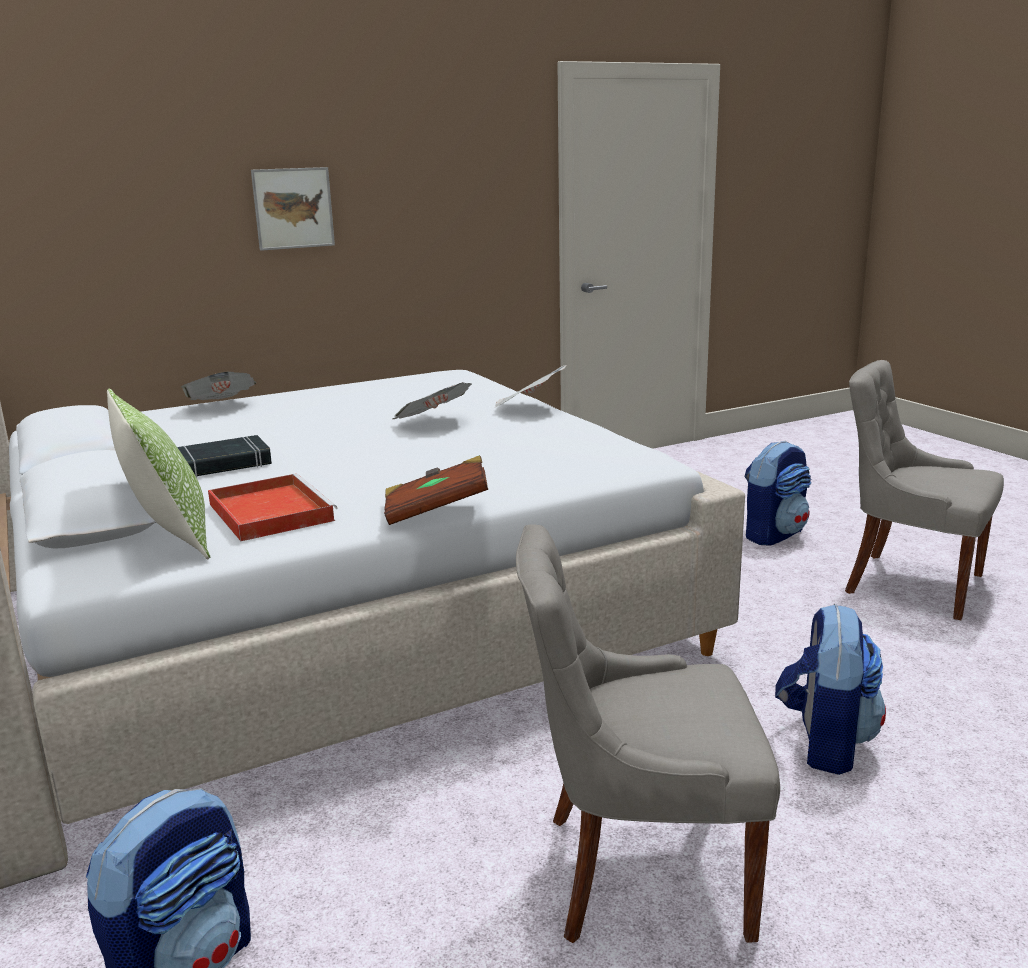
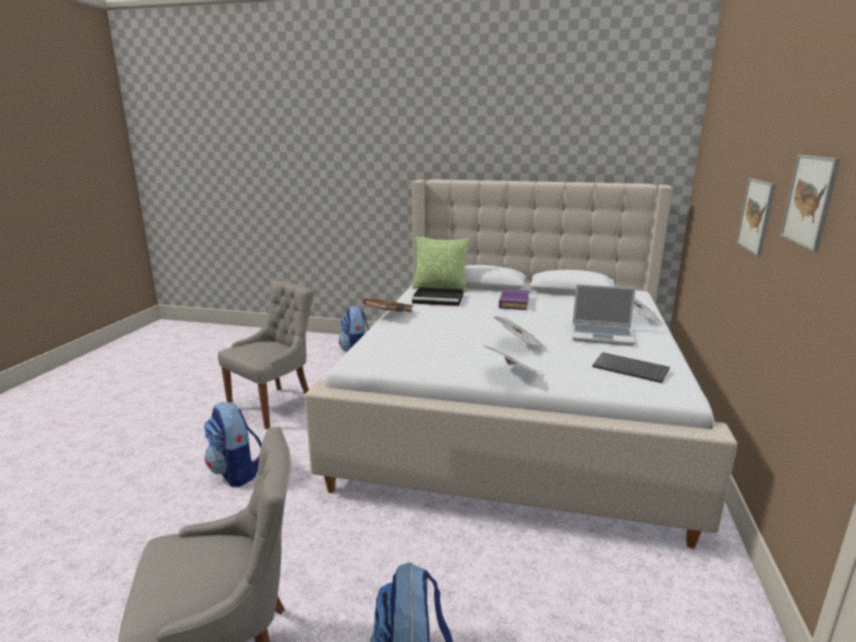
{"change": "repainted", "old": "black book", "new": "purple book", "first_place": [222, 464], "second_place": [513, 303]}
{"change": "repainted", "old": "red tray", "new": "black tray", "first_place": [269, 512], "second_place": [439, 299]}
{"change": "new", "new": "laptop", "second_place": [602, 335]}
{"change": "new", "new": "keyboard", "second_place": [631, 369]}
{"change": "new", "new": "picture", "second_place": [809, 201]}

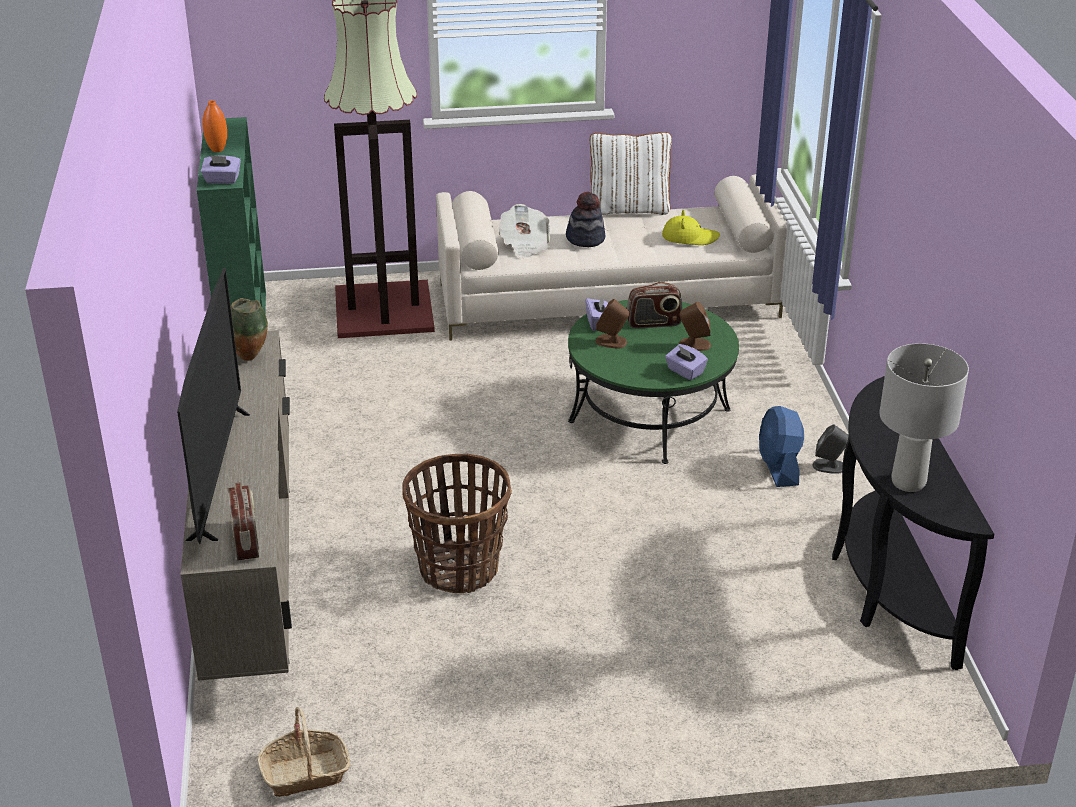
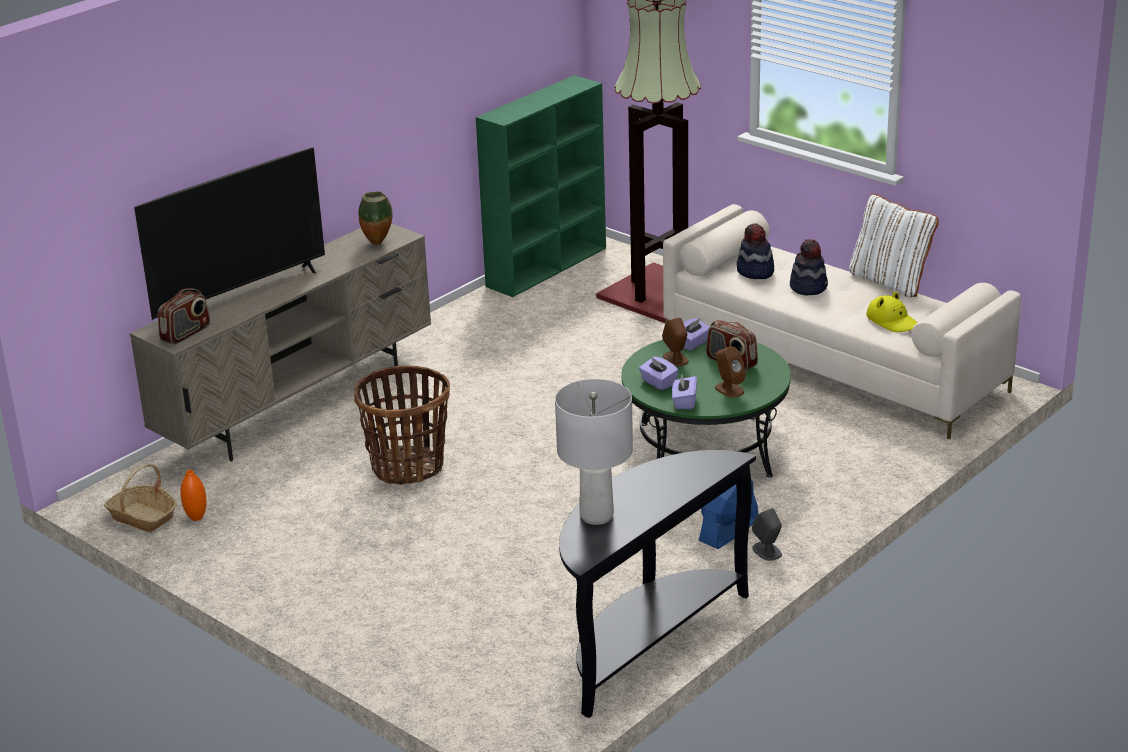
{"change": "shifted", "old": "purple tissue box", "first_place": [222, 180], "second_place": [658, 383]}
{"change": "shifted", "old": "orange vase", "first_place": [217, 150], "second_place": [196, 517]}
{"change": "swapped", "old": "newspaper", "new": "hat", "first_place": [524, 244], "second_place": [755, 272]}

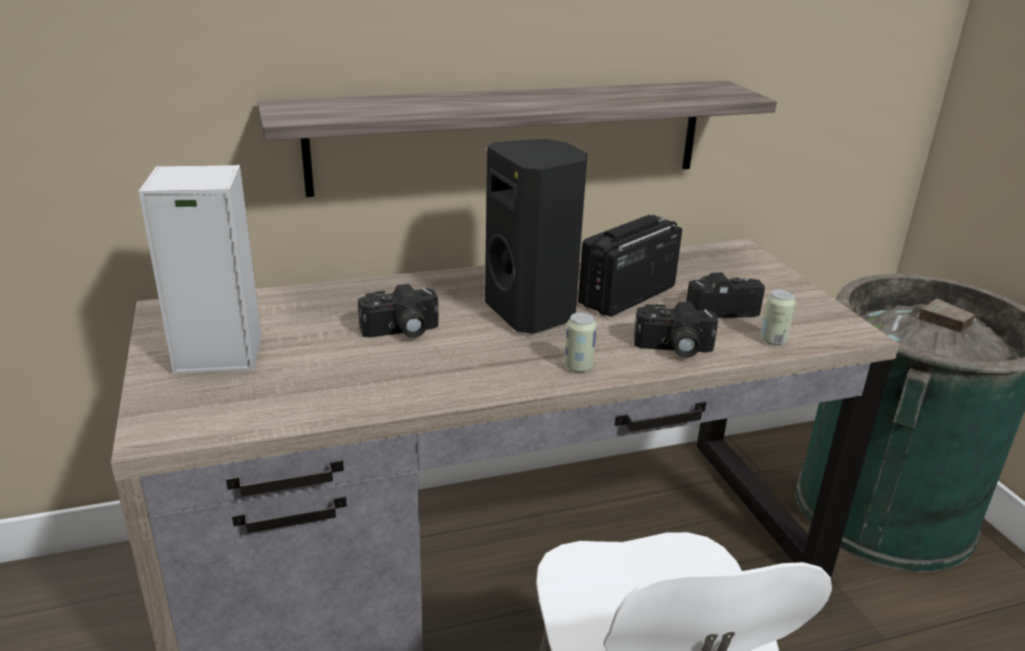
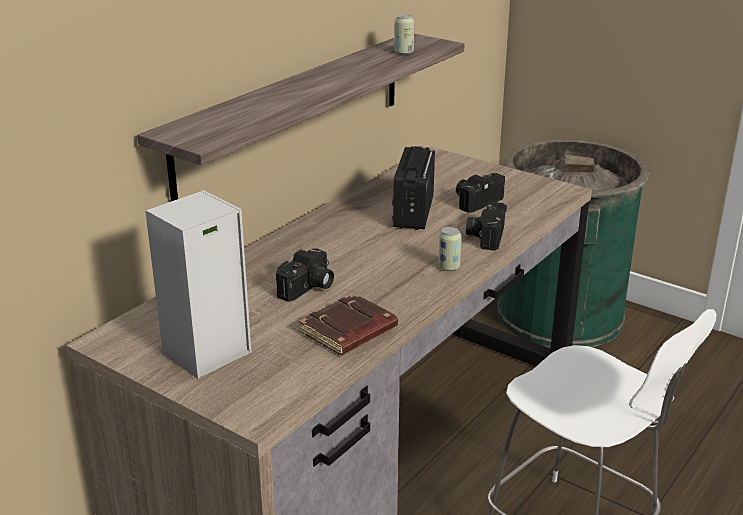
{"change": "gone", "old": "black speaker", "first_place": [533, 313]}
{"change": "rotated", "old": "photo camera", "first_place": [673, 349], "second_place": [485, 236], "degrees": 135}
{"change": "shifted", "old": "can", "first_place": [773, 340], "second_place": [403, 52]}
{"change": "new", "new": "brown book", "second_place": [349, 332]}

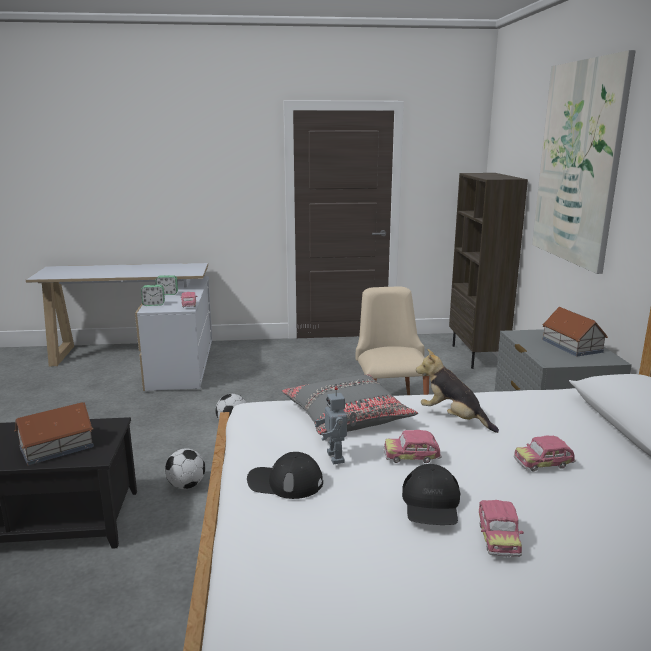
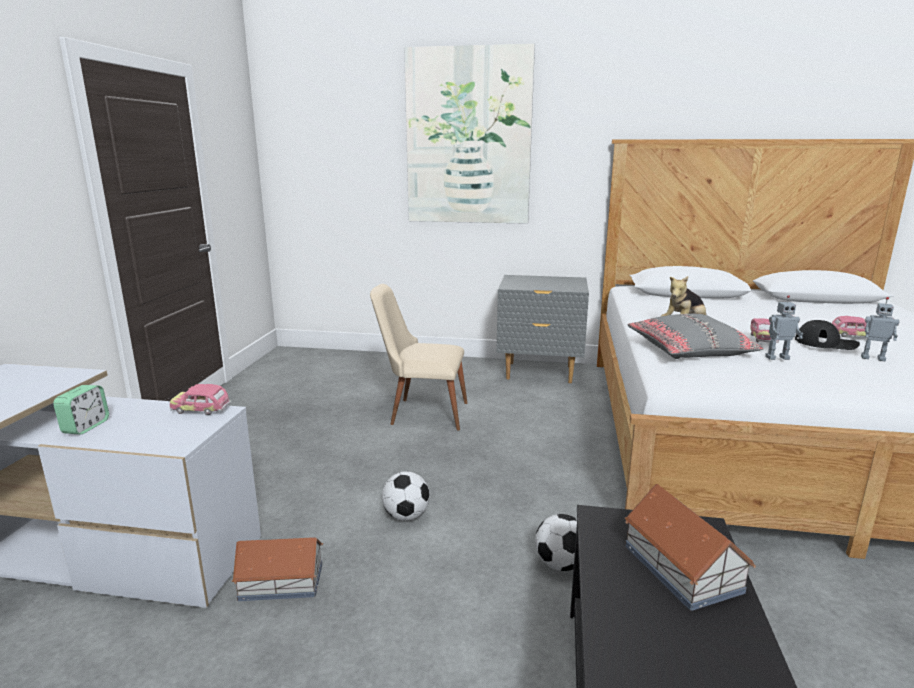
{"change": "gone", "old": "alarm clock", "first_place": [153, 304]}
{"change": "gone", "old": "black cap", "first_place": [285, 482]}
{"change": "gone", "old": "brown bookcase", "first_place": [477, 356]}
{"change": "gone", "old": "toy car", "first_place": [543, 464]}
{"change": "shifted", "old": "toy house", "first_place": [571, 345], "second_place": [280, 581]}
{"change": "new", "new": "toy robot", "second_place": [873, 358]}

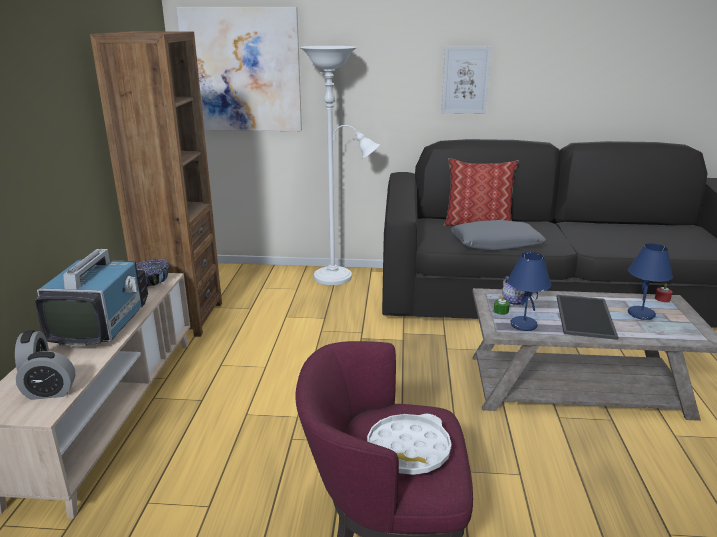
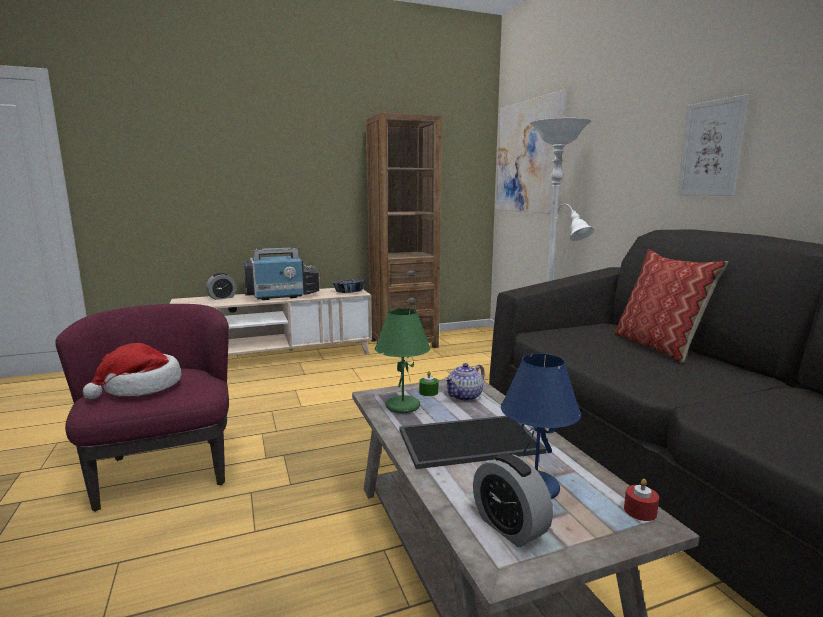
{"change": "shifted", "old": "alarm clock", "first_place": [50, 393], "second_place": [509, 527]}
{"change": "swapped", "old": "white tray", "new": "hat", "first_place": [408, 450], "second_place": [141, 387]}
{"change": "gone", "old": "grey pillow", "first_place": [496, 244]}
{"change": "repainted", "old": "blue table lamp", "new": "green table lamp", "first_place": [523, 325], "second_place": [402, 406]}

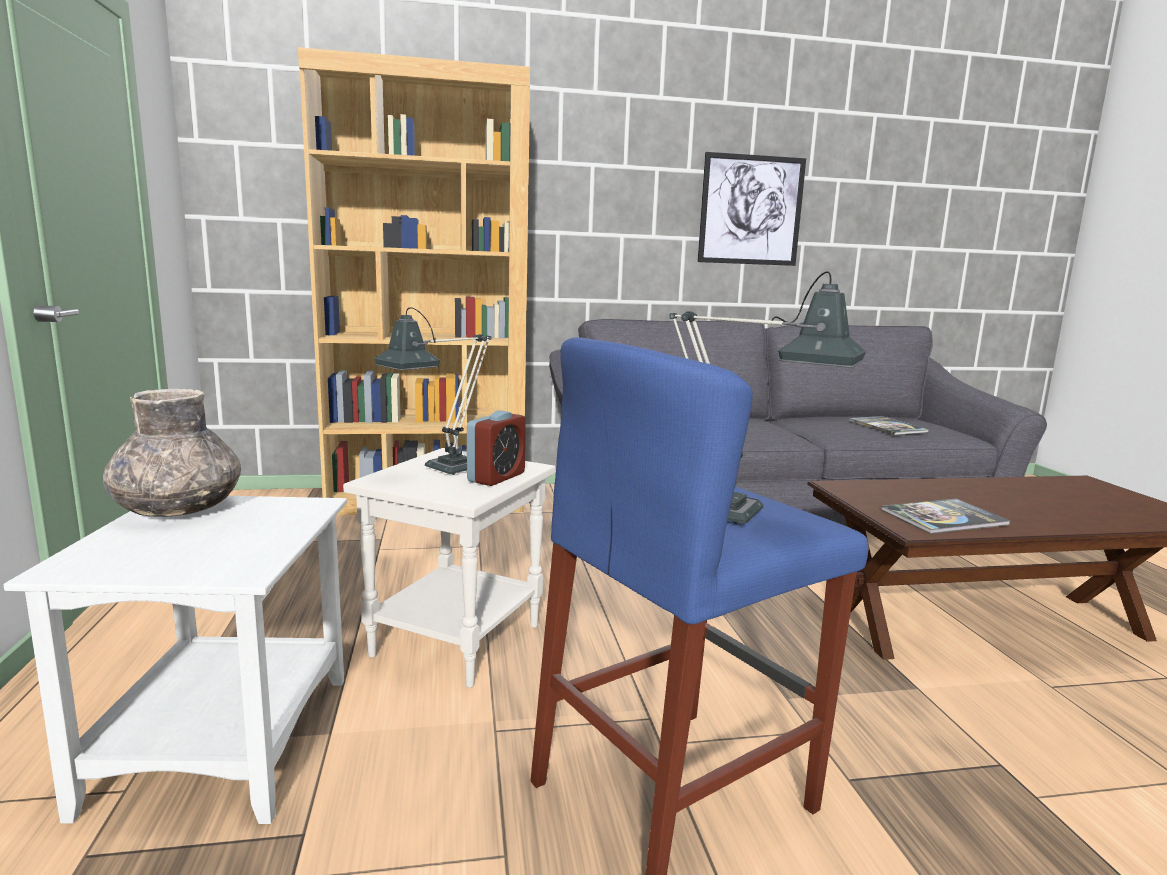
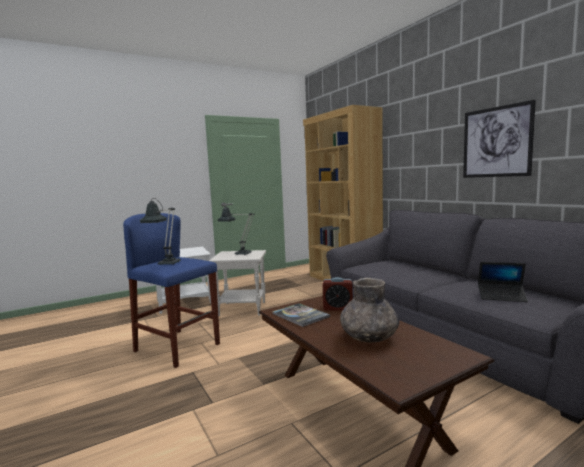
{"change": "shifted", "old": "grey vase", "first_place": [178, 510], "second_place": [369, 337]}
{"change": "shifted", "old": "alarm clock", "first_place": [496, 477], "second_place": [338, 308]}
{"change": "swapped", "old": "book", "new": "laptop", "first_place": [887, 427], "second_place": [501, 296]}

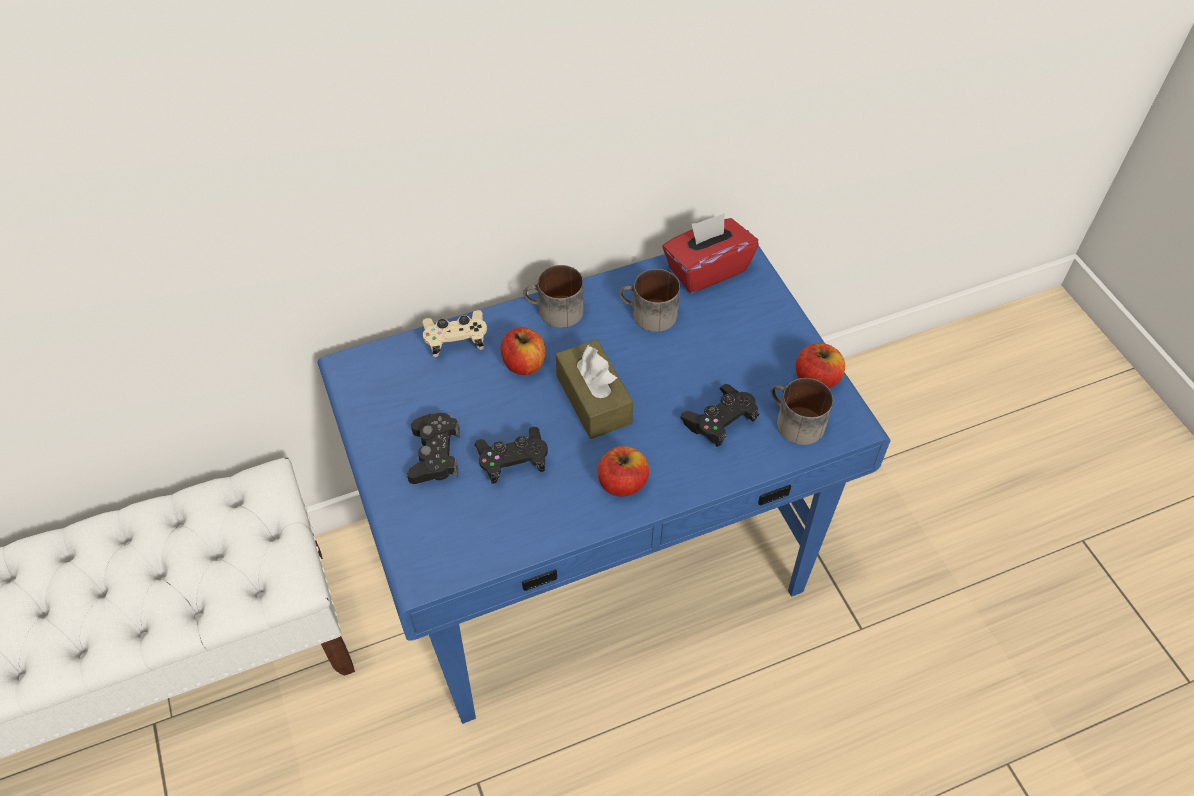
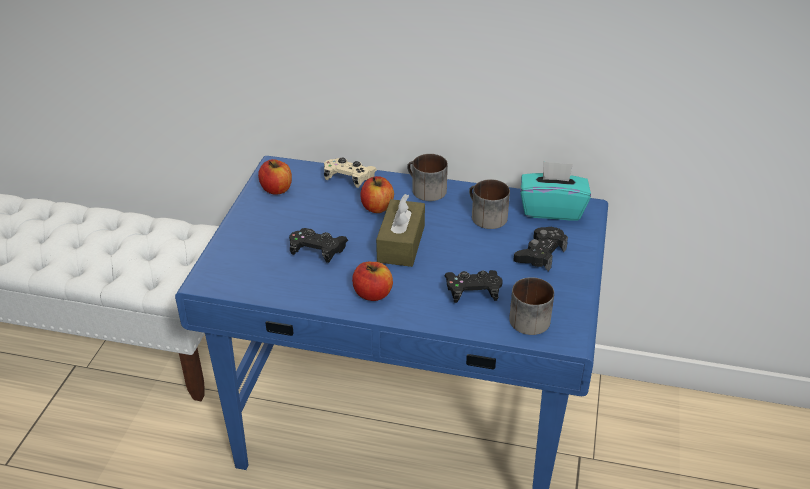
{"change": "shifted", "old": "black game controller", "first_place": [434, 454], "second_place": [540, 254]}
{"change": "repainted", "old": "red tissue box", "new": "turquoise tissue box", "first_place": [706, 269], "second_place": [552, 209]}
{"change": "shifted", "old": "apple", "first_place": [816, 379], "second_place": [276, 189]}

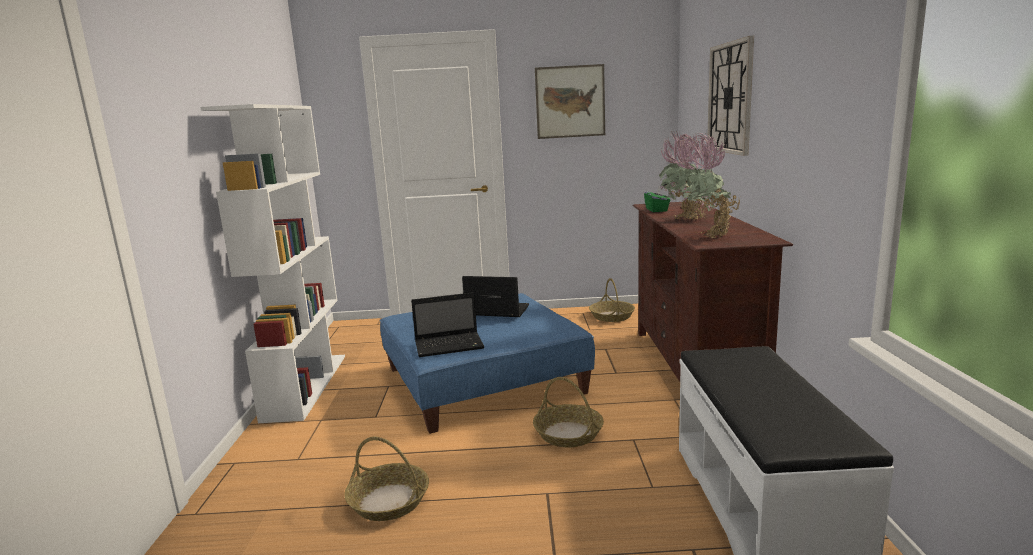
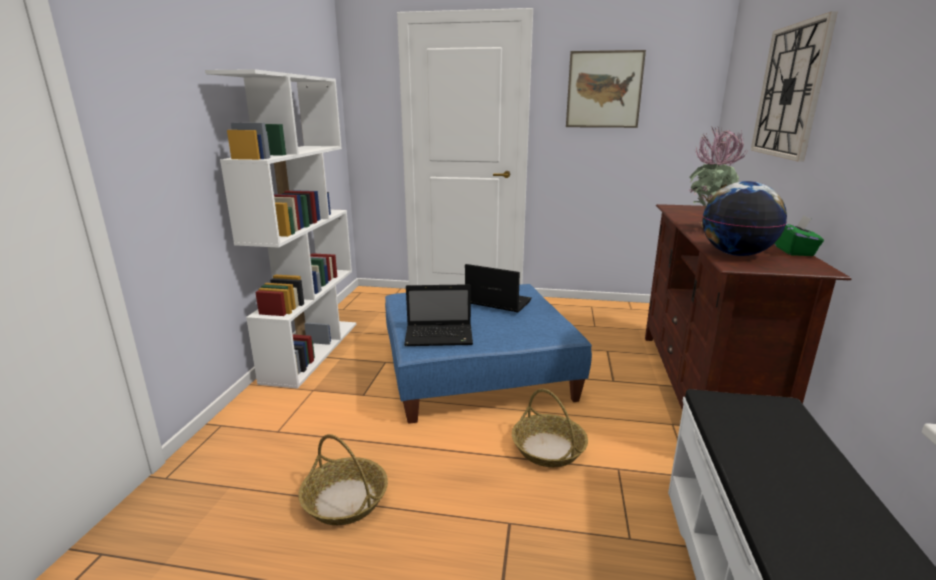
{"change": "gone", "old": "basket", "first_place": [612, 316]}
{"change": "shifted", "old": "green tissue box", "first_place": [657, 210], "second_place": [794, 251]}
{"change": "swapped", "old": "potted plant", "new": "globe", "first_place": [705, 236], "second_place": [736, 254]}

